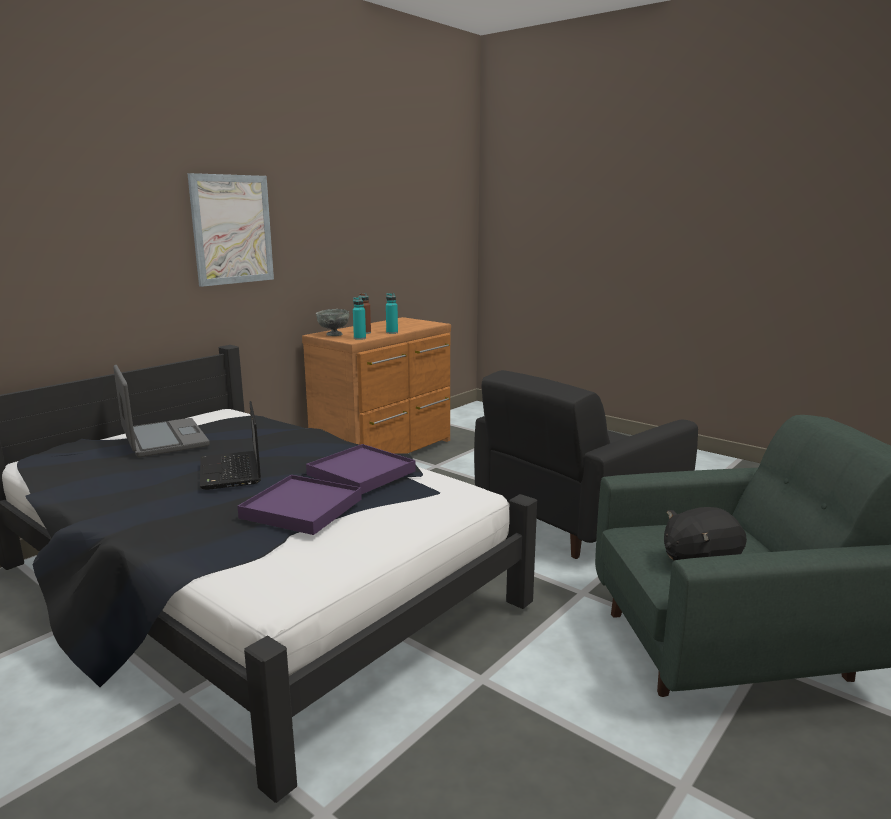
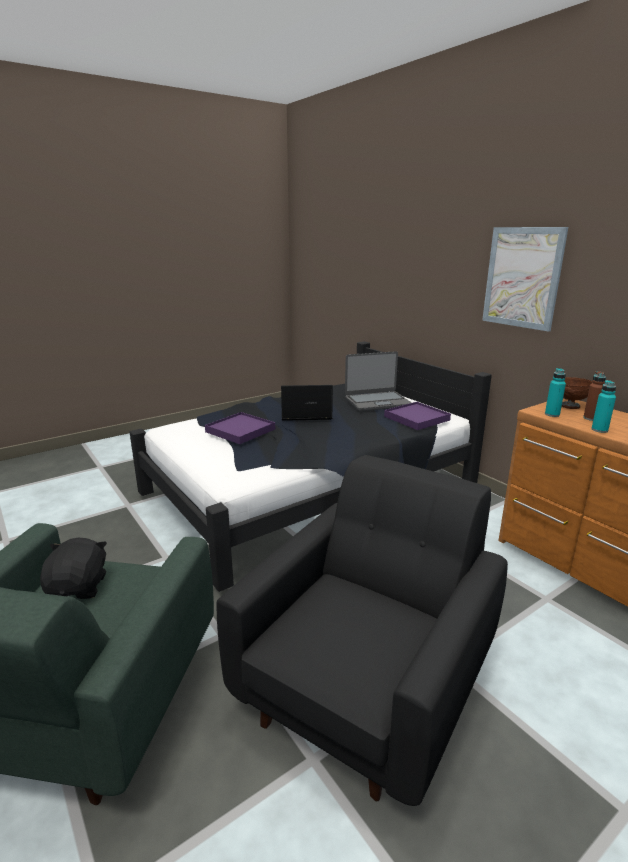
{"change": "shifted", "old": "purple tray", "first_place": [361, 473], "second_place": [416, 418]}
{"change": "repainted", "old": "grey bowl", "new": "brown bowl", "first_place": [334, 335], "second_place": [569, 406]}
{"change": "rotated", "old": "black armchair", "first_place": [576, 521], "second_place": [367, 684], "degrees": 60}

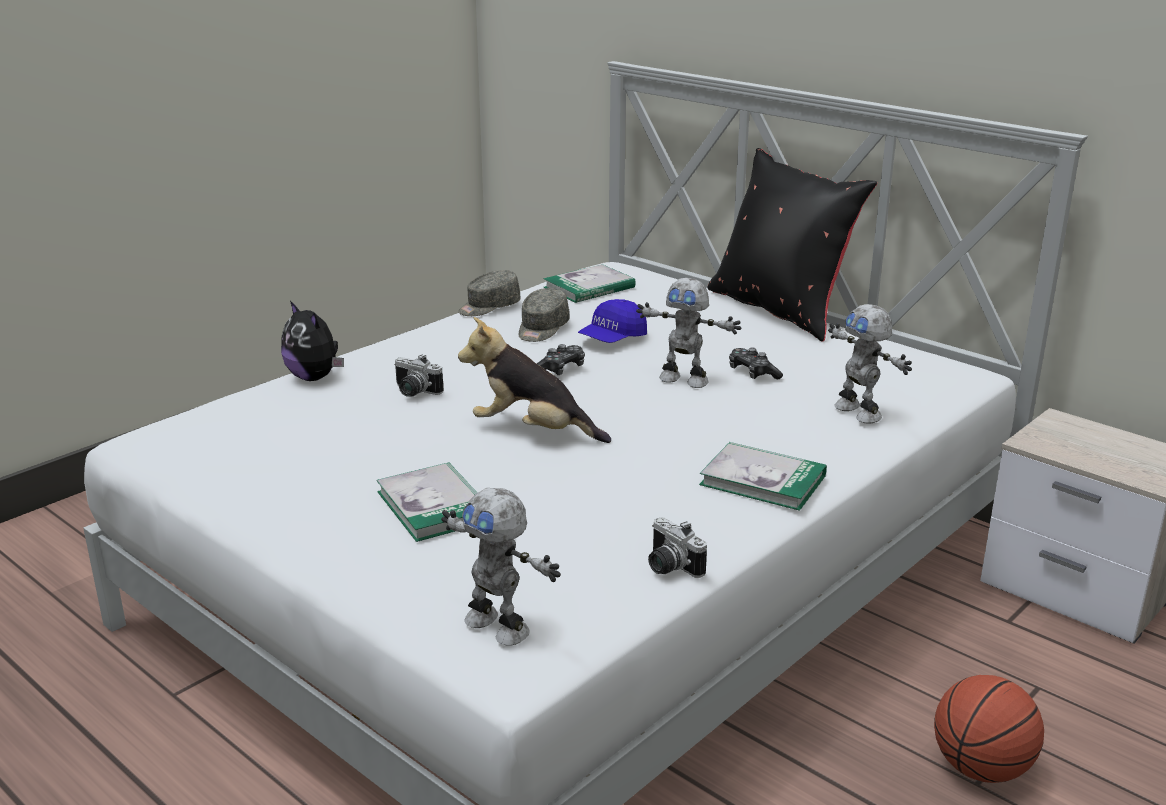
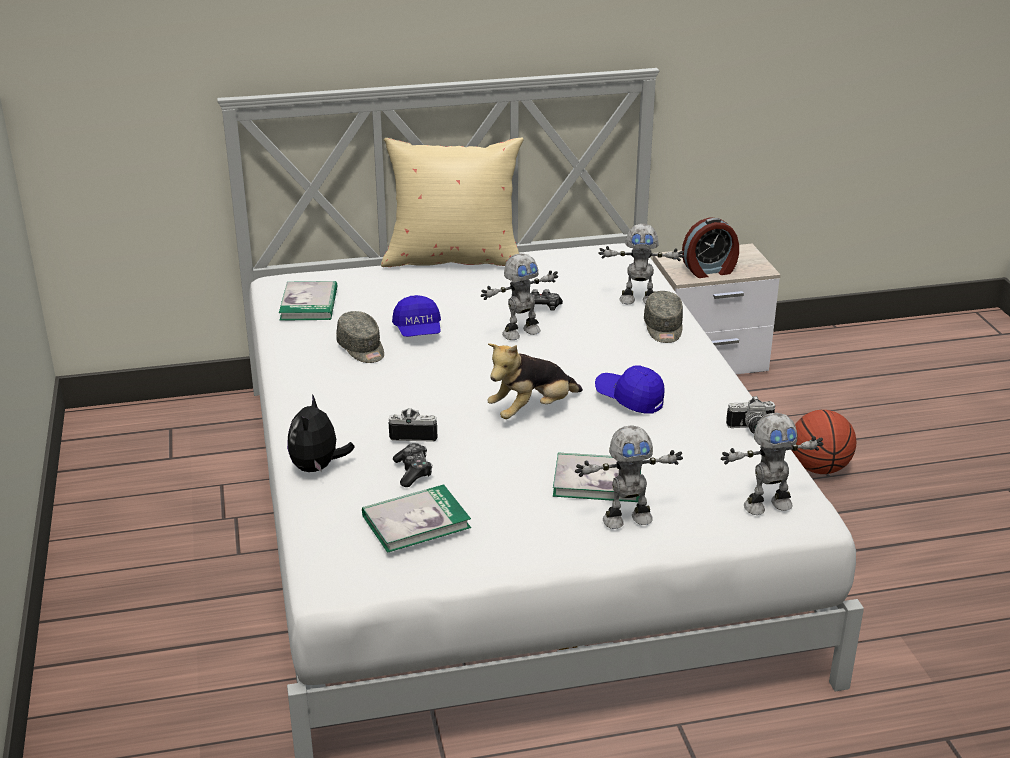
{"change": "rotated", "old": "plush toy", "first_place": [315, 377], "second_place": [318, 468], "degrees": 105}
{"change": "rotated", "old": "photo camera", "first_place": [413, 392], "second_place": [414, 433], "degrees": -150}
{"change": "shifted", "old": "grey cap", "first_place": [488, 307], "second_place": [663, 328]}
{"change": "shifted", "old": "game controller", "first_place": [560, 369], "second_place": [413, 471]}
{"change": "shifted", "old": "book", "first_place": [763, 480], "second_place": [416, 521]}
{"change": "repainted", "old": "black pillow", "new": "beige pillow", "first_place": [781, 310], "second_place": [454, 259]}
{"change": "new", "new": "toy robot", "second_place": [626, 519]}
{"change": "new", "new": "blue cap", "second_place": [629, 399]}
{"change": "new", "new": "alarm clock", "second_place": [709, 271]}

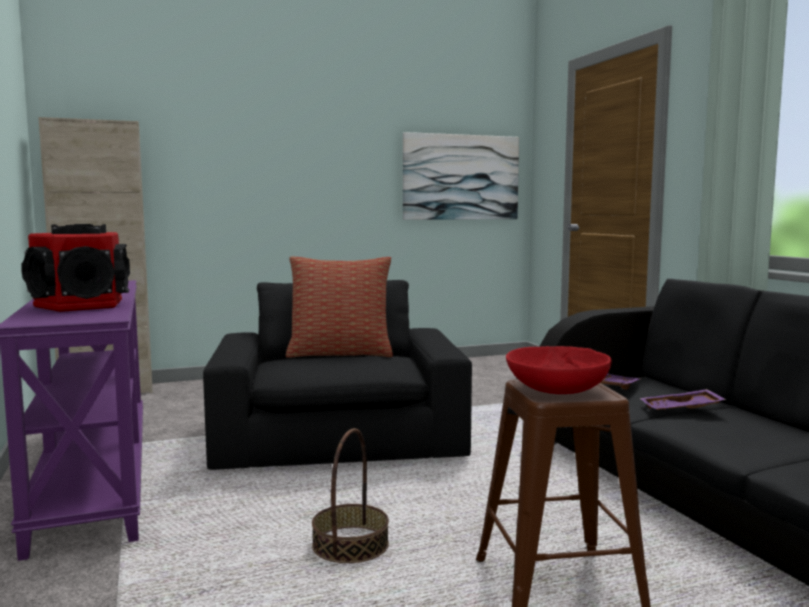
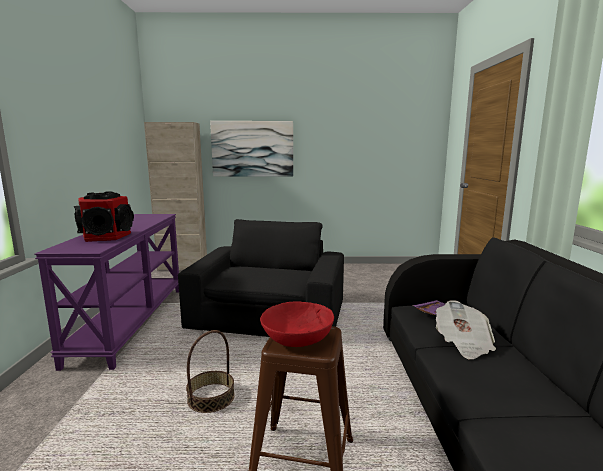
{"change": "gone", "old": "pillow", "first_place": [340, 354]}
{"change": "shifted", "old": "picture", "first_place": [461, 177], "second_place": [252, 149]}
{"change": "swapped", "old": "purple tray", "new": "newspaper", "first_place": [681, 410], "second_place": [463, 343]}

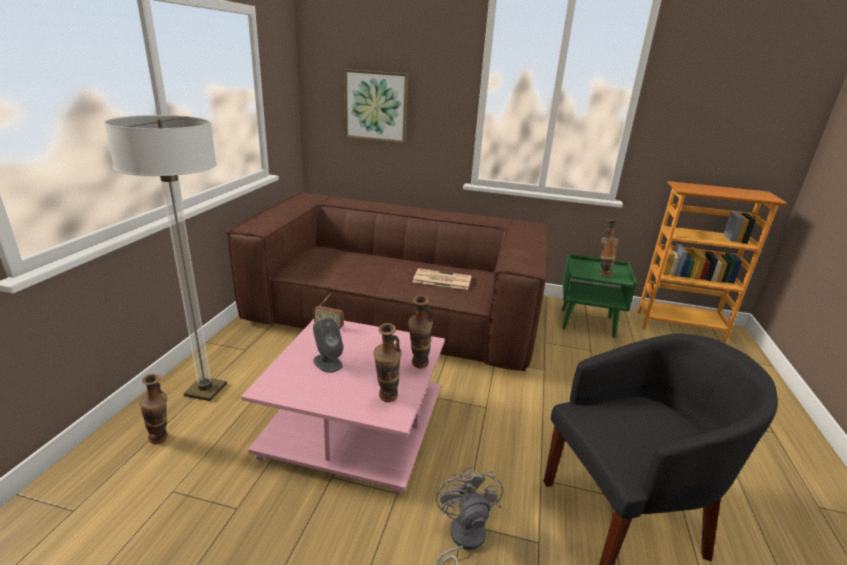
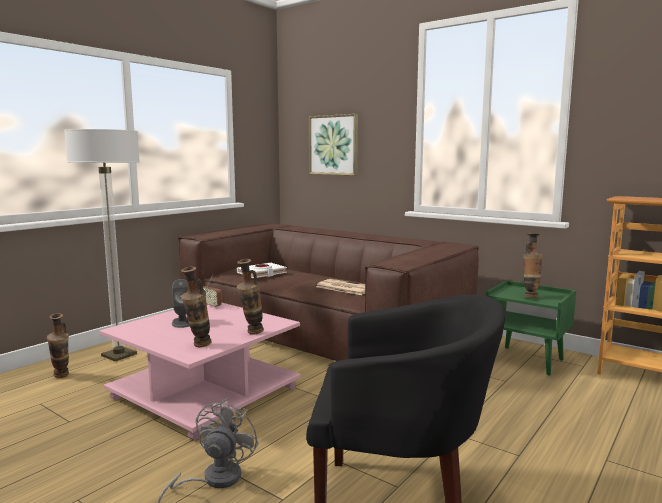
{"change": "new", "new": "white book", "second_place": [262, 273]}

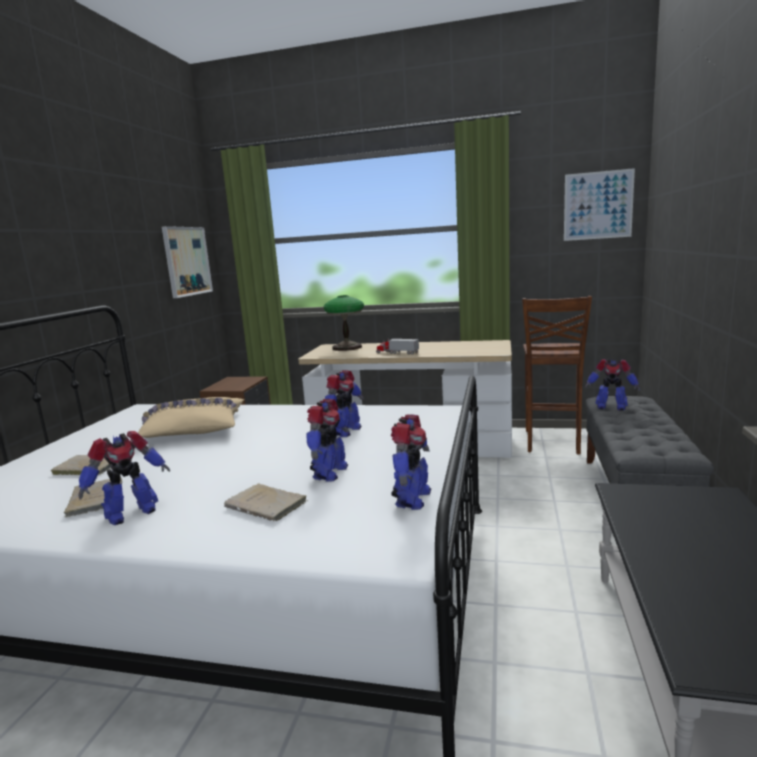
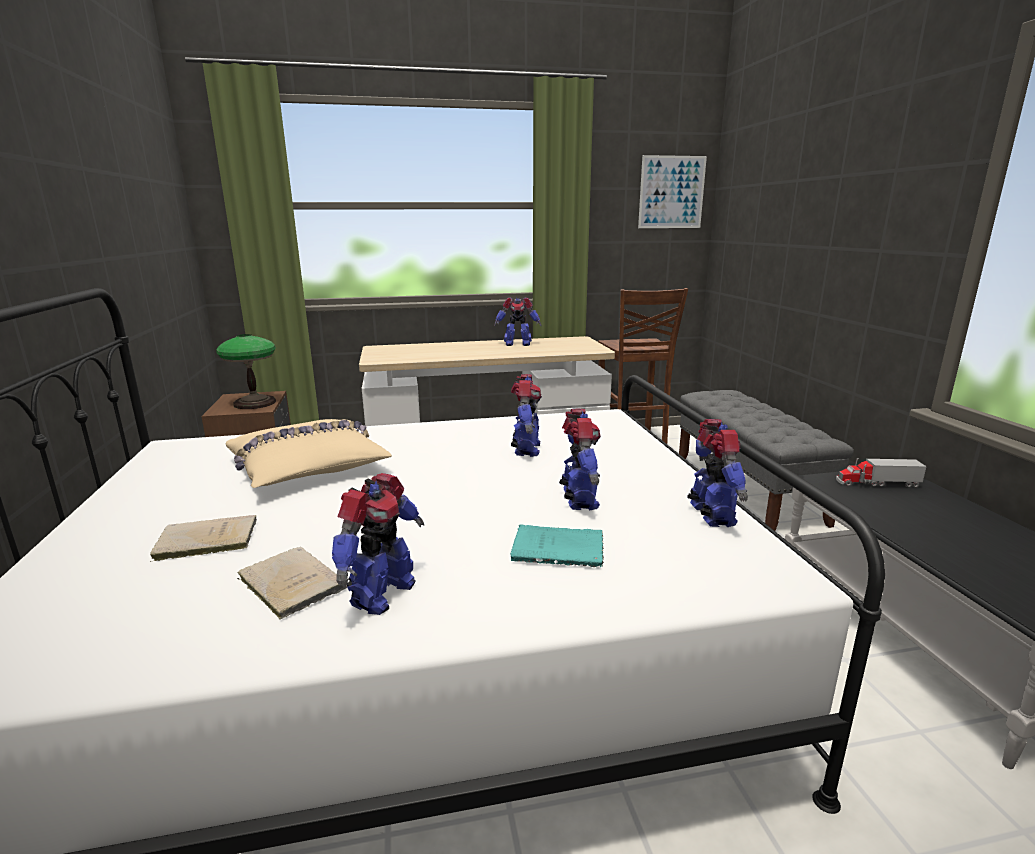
{"change": "gone", "old": "picture", "first_place": [186, 261]}
{"change": "repainted", "old": "beige book", "new": "turquoise book", "first_place": [267, 505], "second_place": [561, 550]}
{"change": "shifted", "old": "table lamp", "first_place": [346, 347], "second_place": [254, 403]}
{"change": "shifted", "old": "toy truck", "first_place": [397, 353], "second_place": [877, 483]}
{"change": "shifted", "old": "toy robot", "first_place": [610, 407], "second_place": [517, 344]}

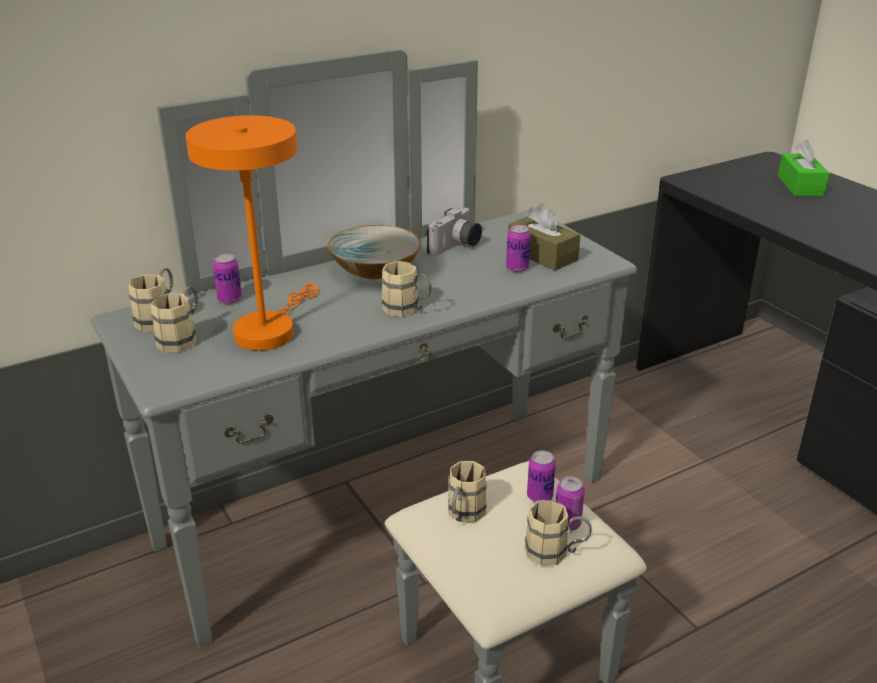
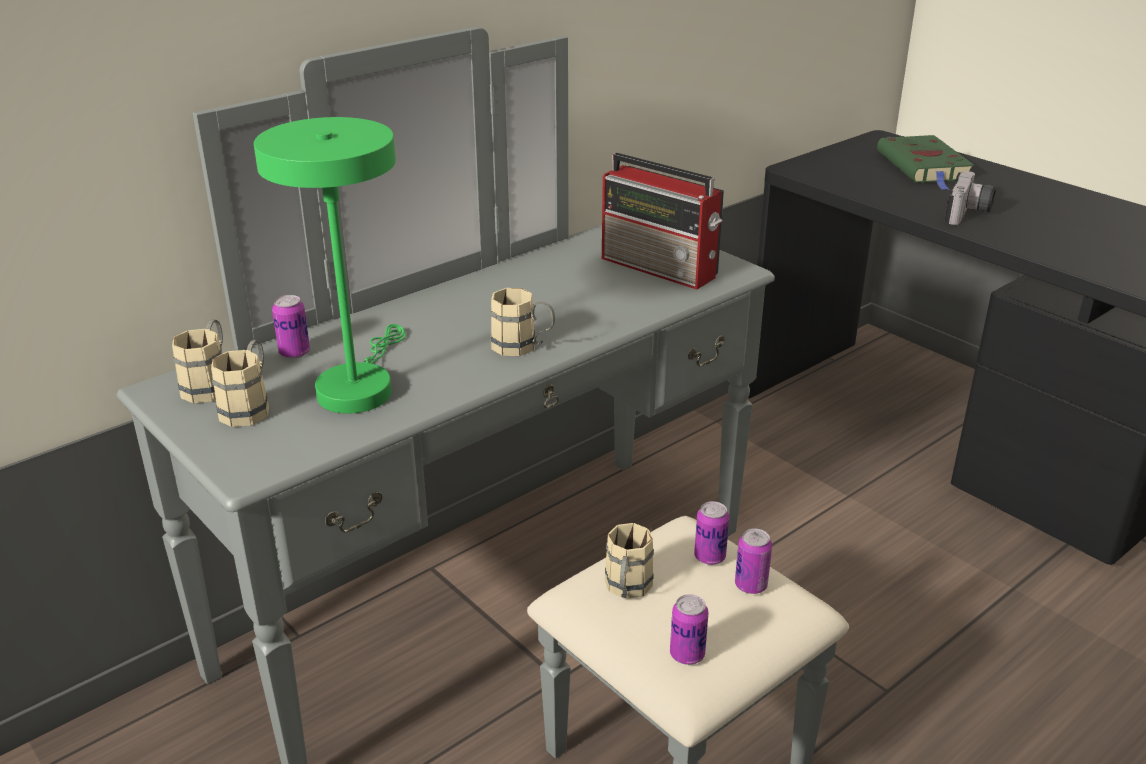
{"change": "repainted", "old": "orange table lamp", "new": "green table lamp", "first_place": [269, 329], "second_place": [358, 386]}
{"change": "gone", "old": "bowl", "first_place": [375, 269]}
{"change": "shifted", "old": "photo camera", "first_place": [456, 247], "second_place": [968, 214]}
{"change": "shifted", "old": "can", "first_place": [517, 268], "second_place": [687, 654]}
{"change": "swapped", "old": "brown tissue box", "new": "radio", "first_place": [542, 255], "second_place": [661, 268]}
{"change": "gone", "old": "beige mug", "first_place": [556, 553]}
{"change": "swapped", "old": "green tissue box", "new": "green book", "first_place": [800, 186], "second_place": [924, 167]}

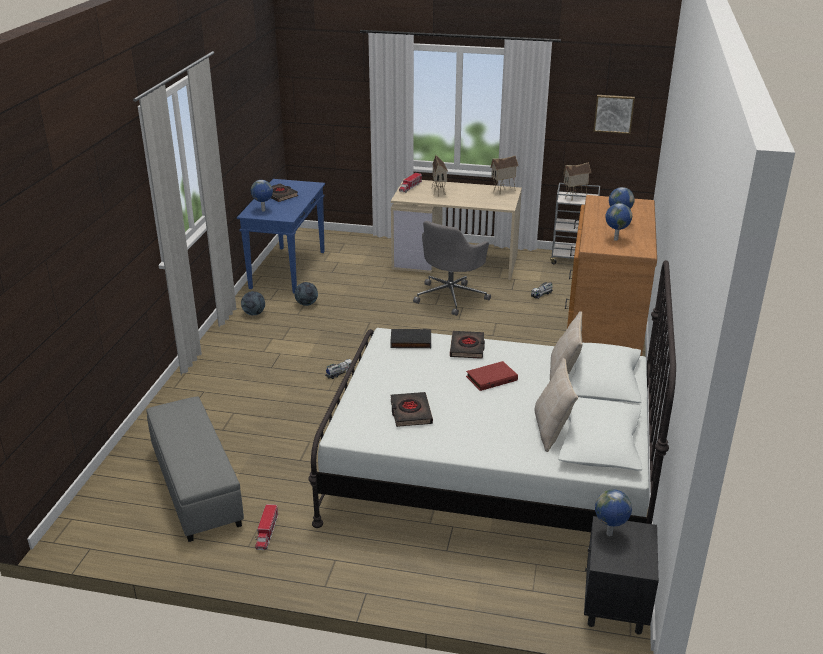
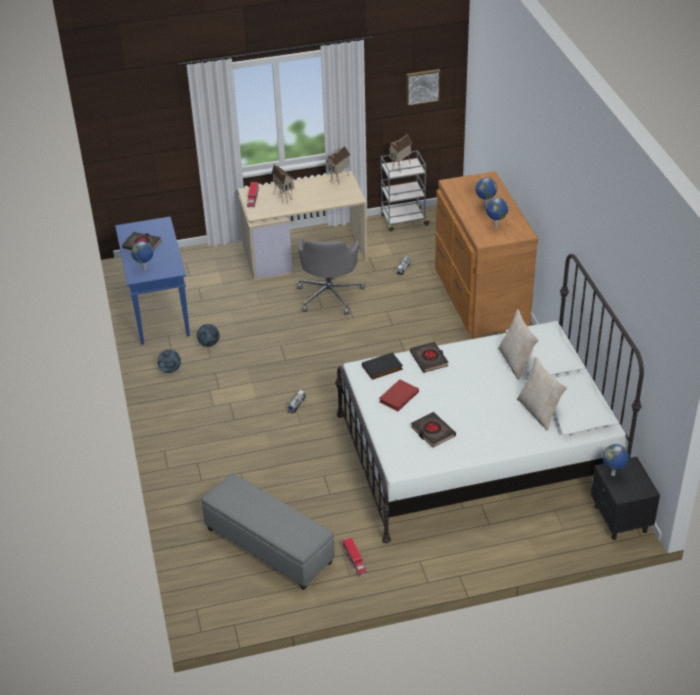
{"change": "shifted", "old": "red book", "first_place": [491, 378], "second_place": [398, 396]}

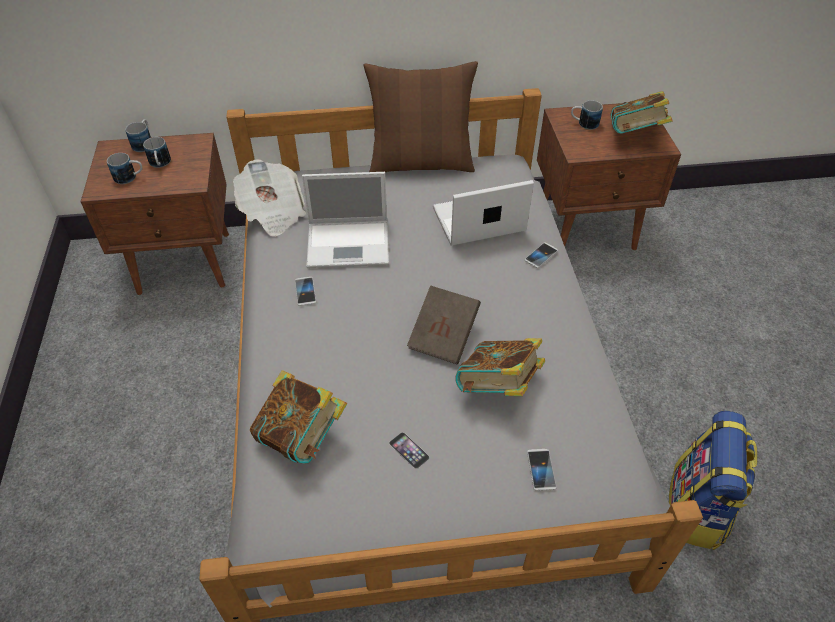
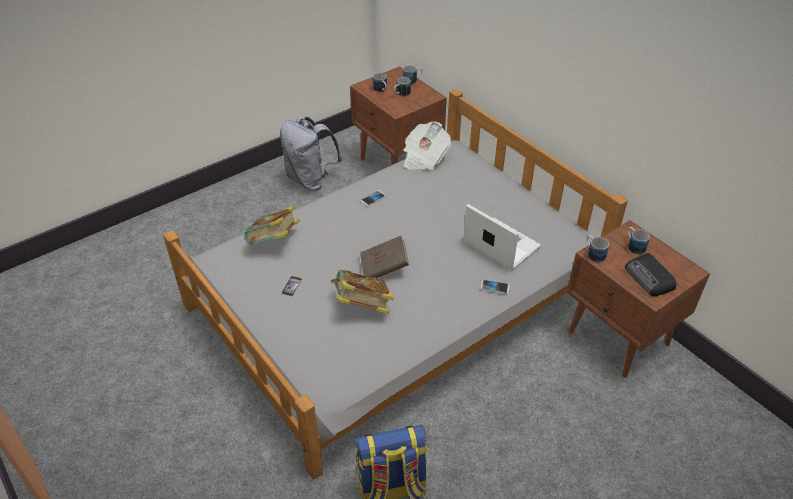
{"change": "gone", "old": "laptop", "first_place": [350, 244]}
{"change": "gone", "old": "brown pillow", "first_place": [421, 163]}
{"change": "gone", "old": "phone", "first_place": [541, 470]}
{"change": "swapped", "old": "book", "new": "radio", "first_place": [635, 136], "second_place": [649, 278]}
{"change": "new", "new": "grey backpack", "second_place": [311, 180]}
{"change": "new", "new": "mug", "second_place": [593, 254]}

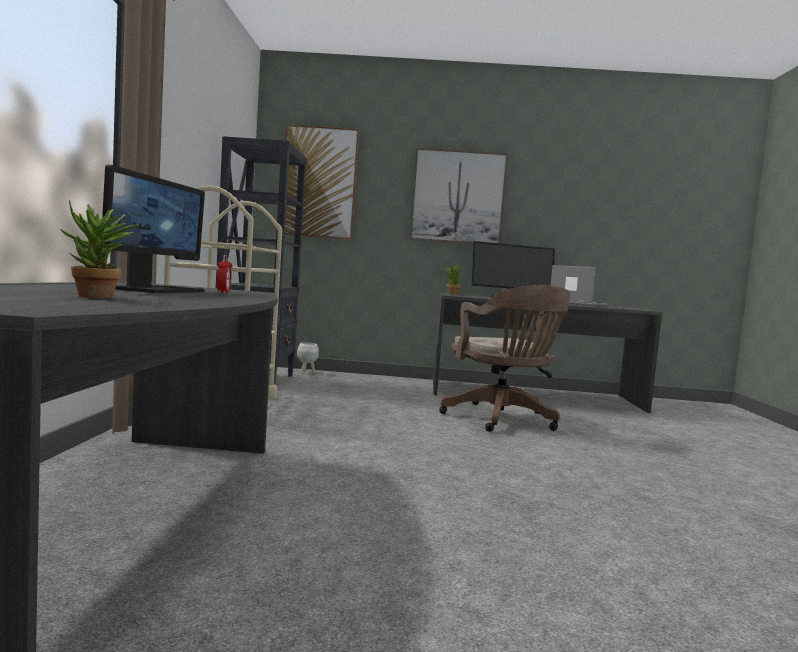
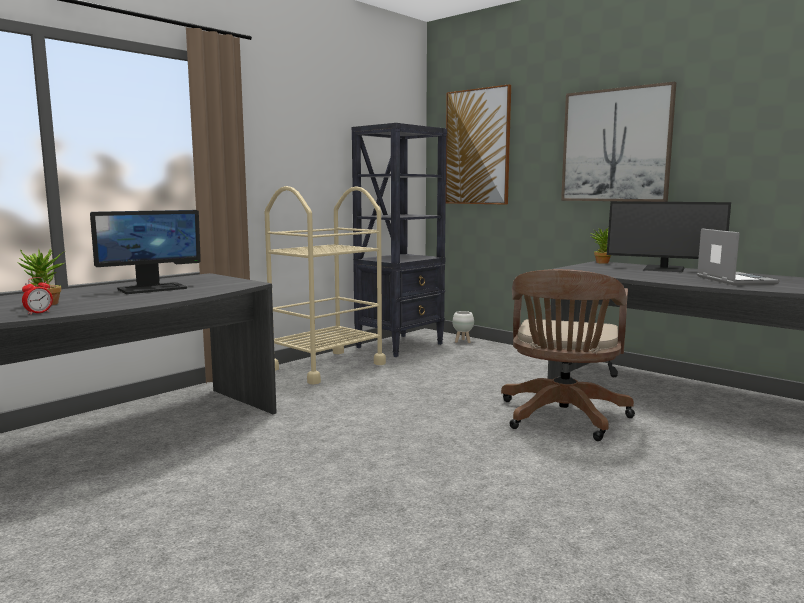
{"change": "shifted", "old": "alarm clock", "first_place": [223, 293], "second_place": [38, 313]}

